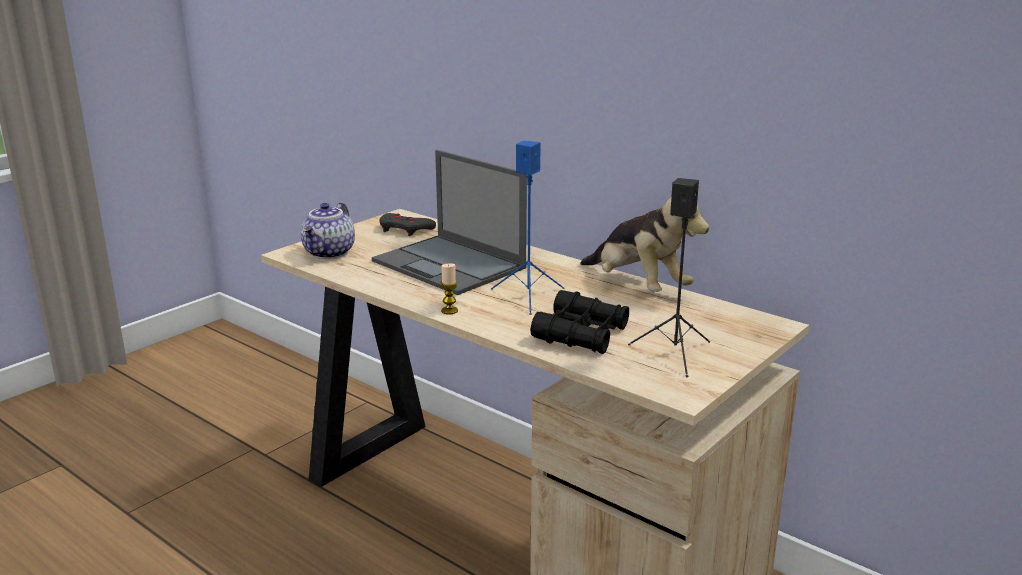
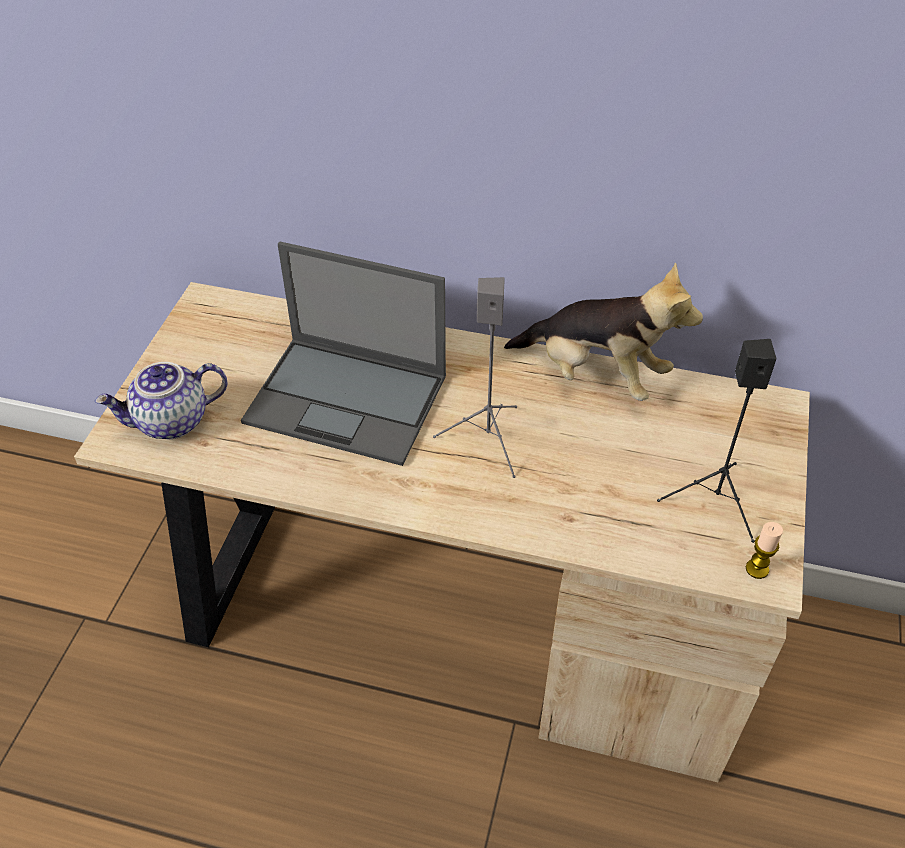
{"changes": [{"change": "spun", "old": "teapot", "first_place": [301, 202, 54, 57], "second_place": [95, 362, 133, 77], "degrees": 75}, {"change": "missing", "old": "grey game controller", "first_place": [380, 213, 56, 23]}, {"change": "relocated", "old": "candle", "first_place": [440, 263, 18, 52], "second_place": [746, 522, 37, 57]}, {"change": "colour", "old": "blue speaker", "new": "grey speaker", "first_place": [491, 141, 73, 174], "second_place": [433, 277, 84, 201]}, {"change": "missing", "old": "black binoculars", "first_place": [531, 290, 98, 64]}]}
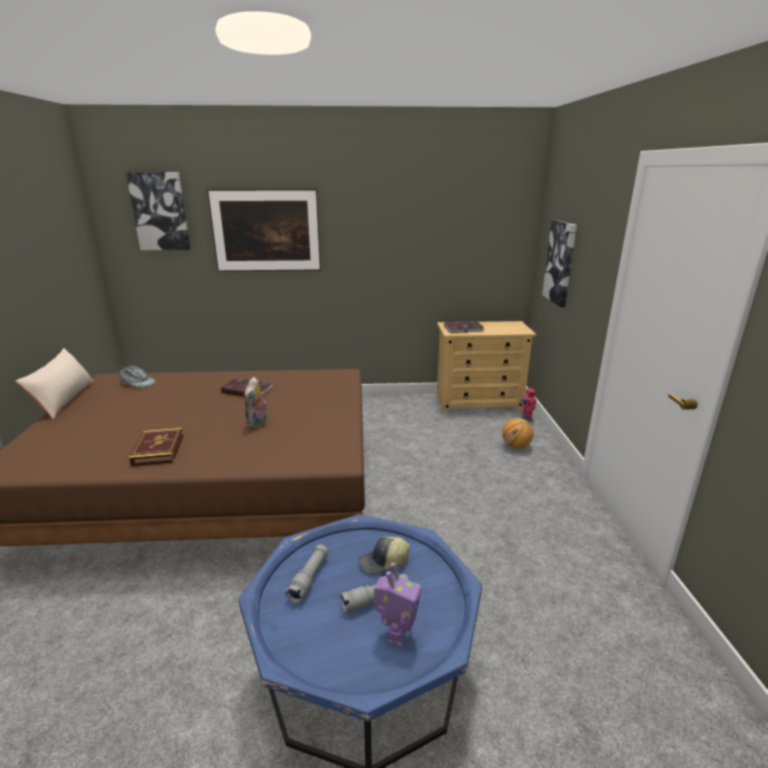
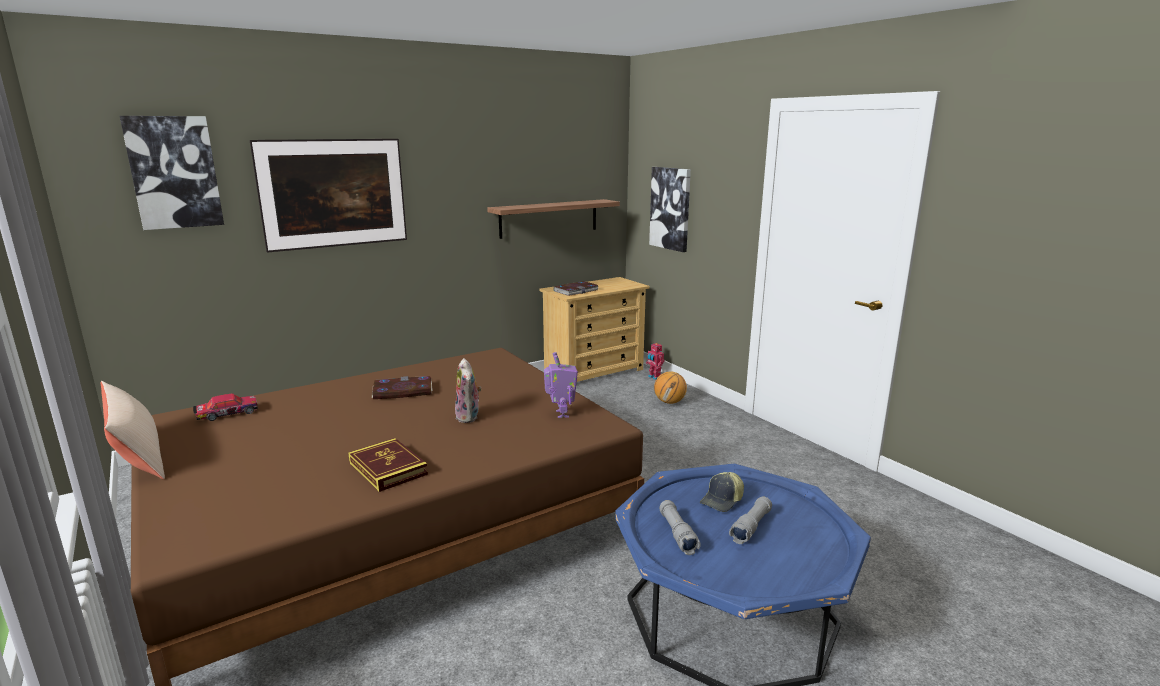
{"changes": [{"change": "exchanged", "old": "grey cap", "new": "toy car", "first_place": [119, 366, 37, 22], "second_place": [193, 394, 65, 27]}, {"change": "relocated", "old": "toy robot", "first_place": [374, 562, 48, 85], "second_place": [544, 352, 34, 66]}, {"change": "appeared", "new": "shelf", "second_place": [487, 199, 133, 40]}]}
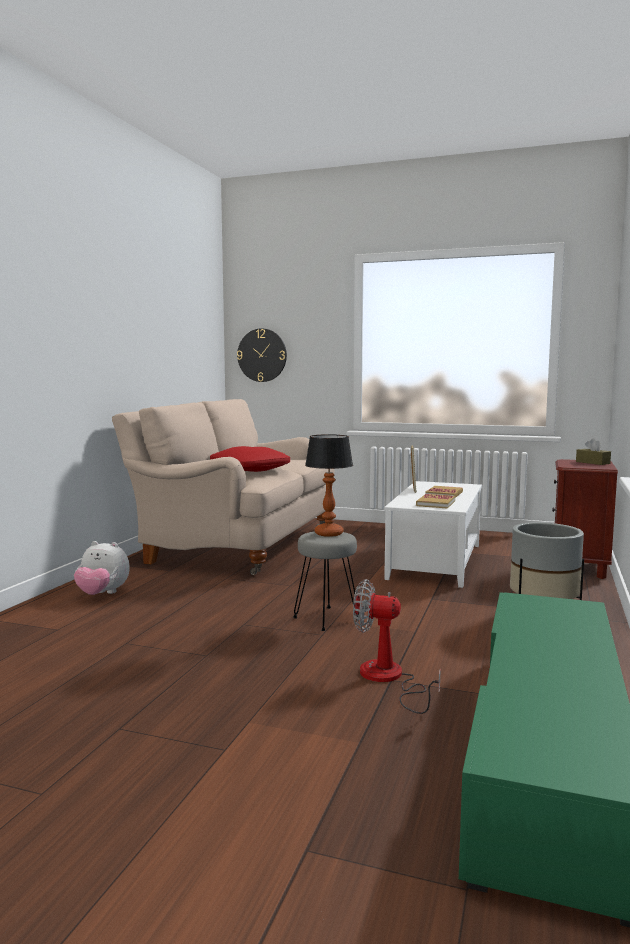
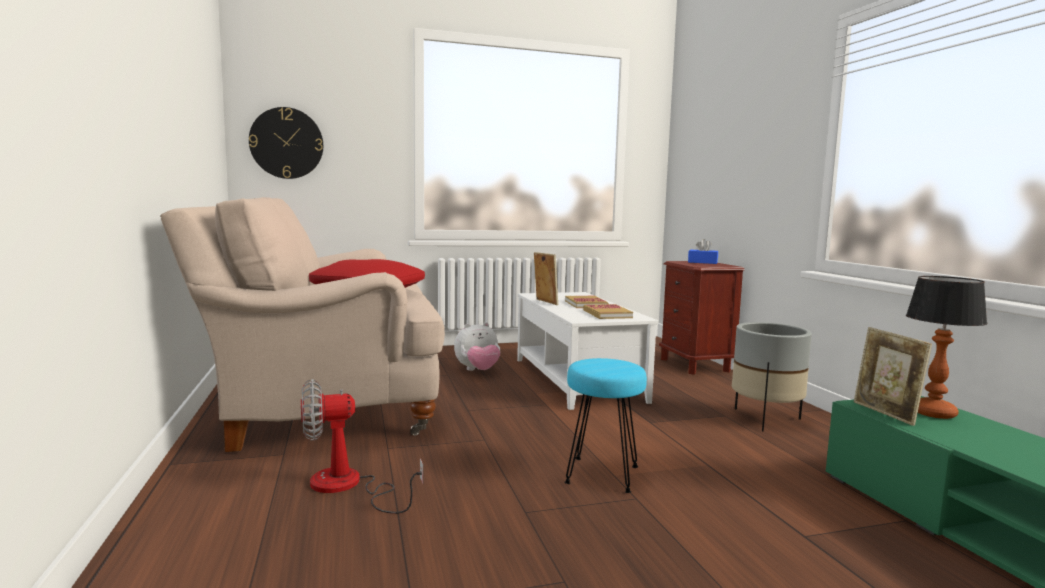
{"changes": [{"change": "relocated", "old": "plush toy", "first_place": [74, 541, 56, 54], "second_place": [454, 322, 46, 49]}, {"change": "colour", "old": "grey stool", "new": "turquoise stool", "first_place": [293, 531, 66, 100], "second_place": [564, 358, 83, 135]}, {"change": "relocated", "old": "table lamp", "first_place": [305, 434, 48, 103], "second_place": [906, 276, 81, 143]}, {"change": "relocated", "old": "fan", "first_place": [353, 579, 88, 135], "second_place": [301, 379, 122, 135]}, {"change": "colour", "old": "brown tissue box", "new": "blue tissue box", "first_place": [576, 438, 35, 27], "second_place": [688, 239, 30, 25]}, {"change": "appeared", "new": "picture frame", "second_place": [854, 327, 78, 99]}]}
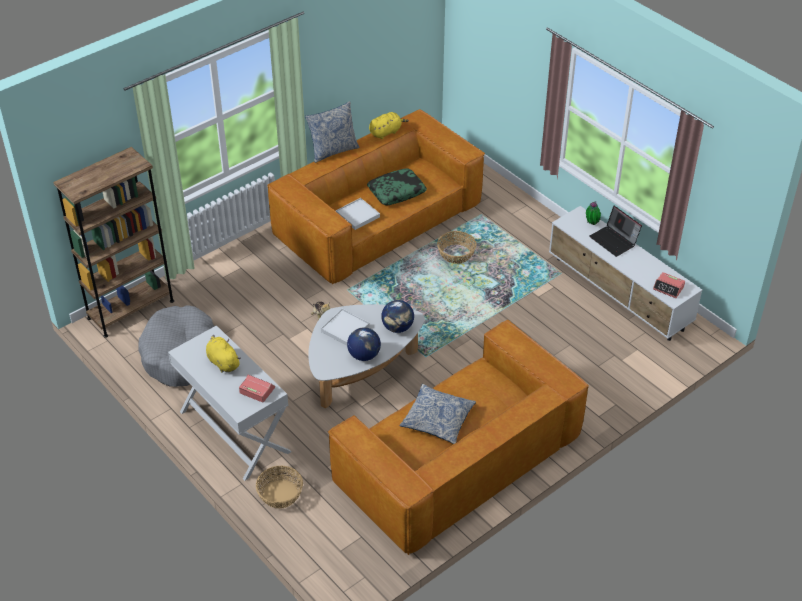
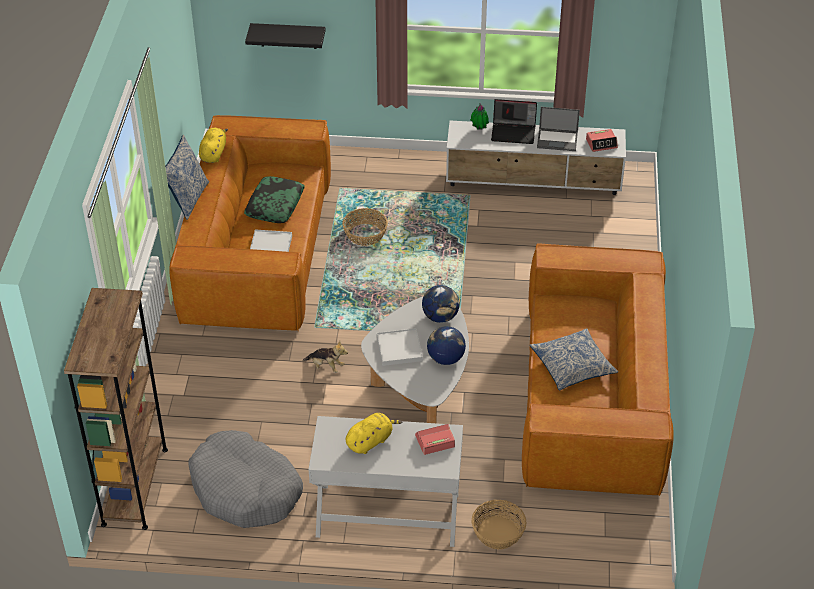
{"changes": [{"change": "spun", "old": "yellow plush toy", "first_place": [206, 335, 35, 38], "second_place": [346, 413, 56, 41], "degrees": 135}, {"change": "appeared", "new": "black shelf", "second_place": [245, 23, 81, 26]}, {"change": "appeared", "new": "laptop", "second_place": [537, 107, 43, 44]}]}
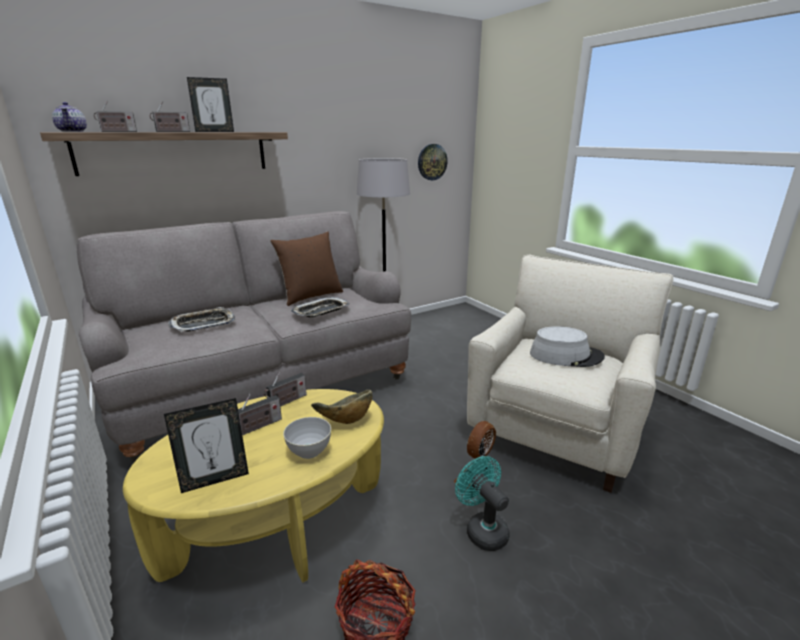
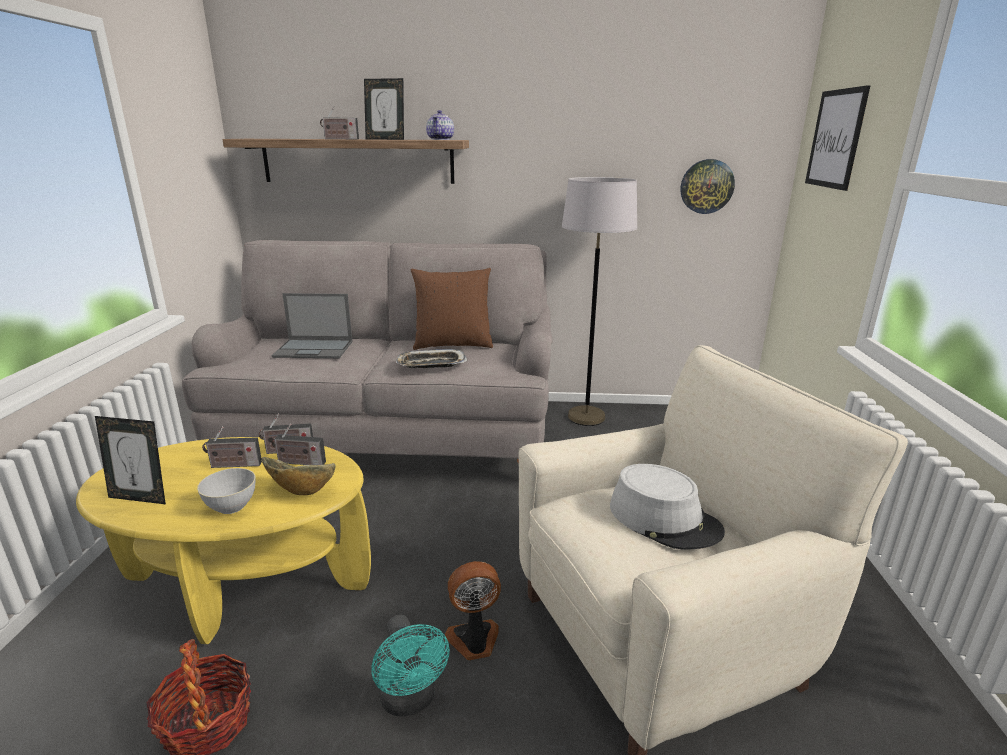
{"changes": [{"change": "relocated", "old": "teapot", "first_place": [52, 102, 35, 30], "second_place": [426, 110, 28, 30]}, {"change": "relocated", "old": "radio", "first_place": [94, 100, 43, 32], "second_place": [271, 424, 55, 41]}, {"change": "exchanged", "old": "tray", "new": "laptop", "first_place": [168, 307, 67, 25], "second_place": [271, 293, 82, 65]}, {"change": "spun", "old": "turquoise fan", "first_place": [455, 456, 55, 95], "second_place": [372, 615, 78, 102], "degrees": 150}, {"change": "appeared", "new": "picture", "second_place": [805, 85, 66, 106]}]}
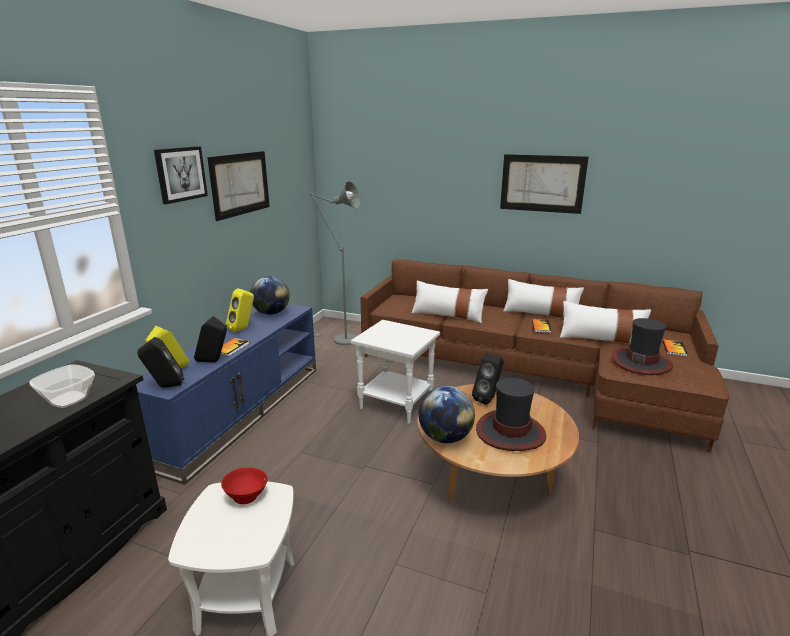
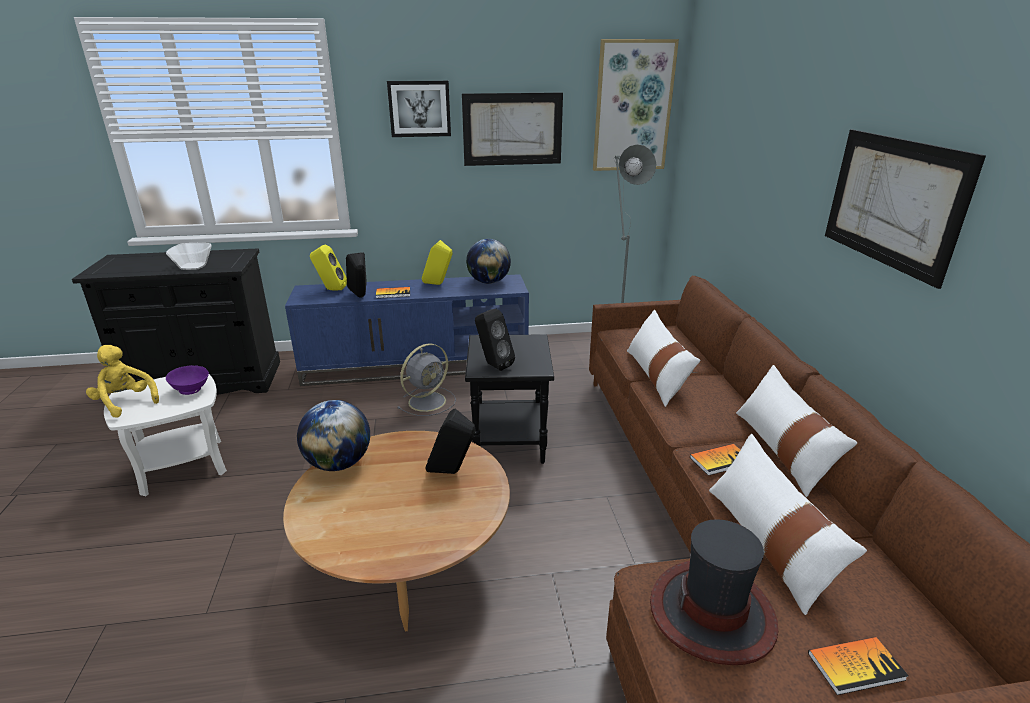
{"changes": [{"change": "relocated", "old": "black speaker", "first_place": [137, 337, 47, 51], "second_place": [475, 309, 40, 62]}, {"change": "colour", "old": "red bowl", "new": "purple bowl", "first_place": [221, 467, 47, 37], "second_place": [166, 365, 43, 30]}, {"change": "colour", "old": "white side table", "new": "black side table", "first_place": [351, 320, 89, 104], "second_place": [465, 334, 89, 130]}, {"change": "missing", "old": "hat", "first_place": [476, 378, 70, 73]}, {"change": "appeared", "new": "yellow plush toy", "second_place": [86, 345, 73, 73]}, {"change": "appeared", "new": "grey fan", "second_place": [397, 343, 59, 73]}, {"change": "appeared", "new": "picture", "second_place": [593, 39, 86, 132]}]}
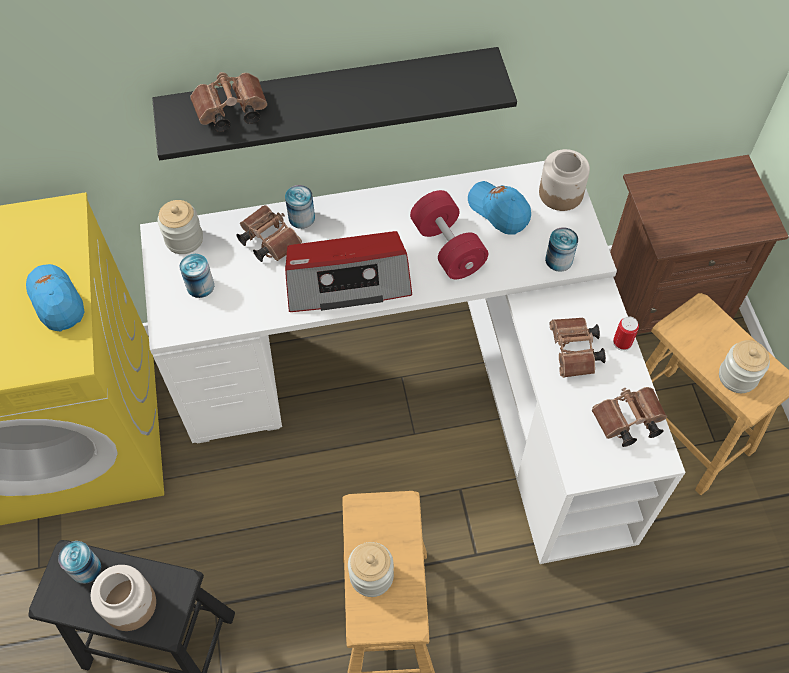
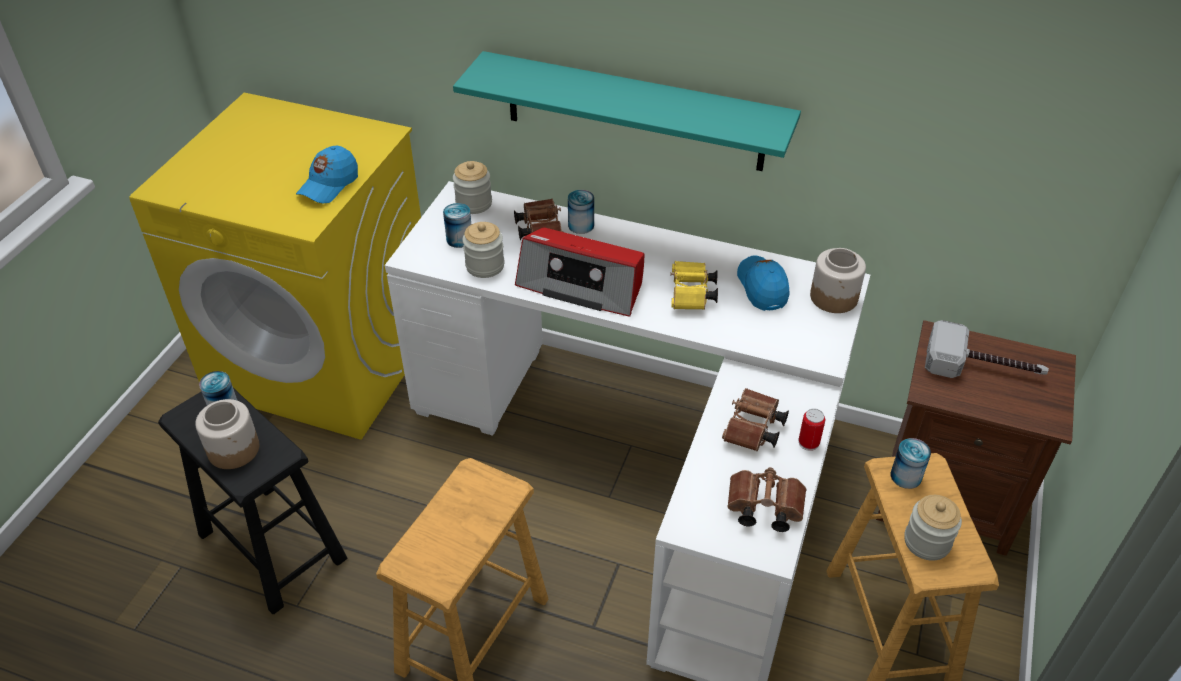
{"changes": [{"change": "spun", "old": "blue cap", "first_place": [26, 264, 59, 68], "second_place": [296, 146, 62, 57], "degrees": -150}, {"change": "colour", "old": "black shelf", "new": "turquoise shelf", "first_place": [152, 47, 365, 113], "second_place": [453, 51, 348, 120]}, {"change": "missing", "old": "brown binoculars", "first_place": [190, 72, 77, 60]}, {"change": "relocated", "old": "jar", "first_place": [348, 542, 46, 55], "second_place": [463, 222, 41, 56]}, {"change": "exchanged", "old": "red dumbbell", "new": "yellow binoculars", "first_place": [410, 190, 78, 89], "second_place": [670, 261, 48, 49]}, {"change": "relocated", "old": "can", "first_place": [545, 227, 33, 45], "second_place": [890, 438, 41, 51]}, {"change": "appeared", "new": "hammer", "second_place": [925, 320, 124, 58]}]}
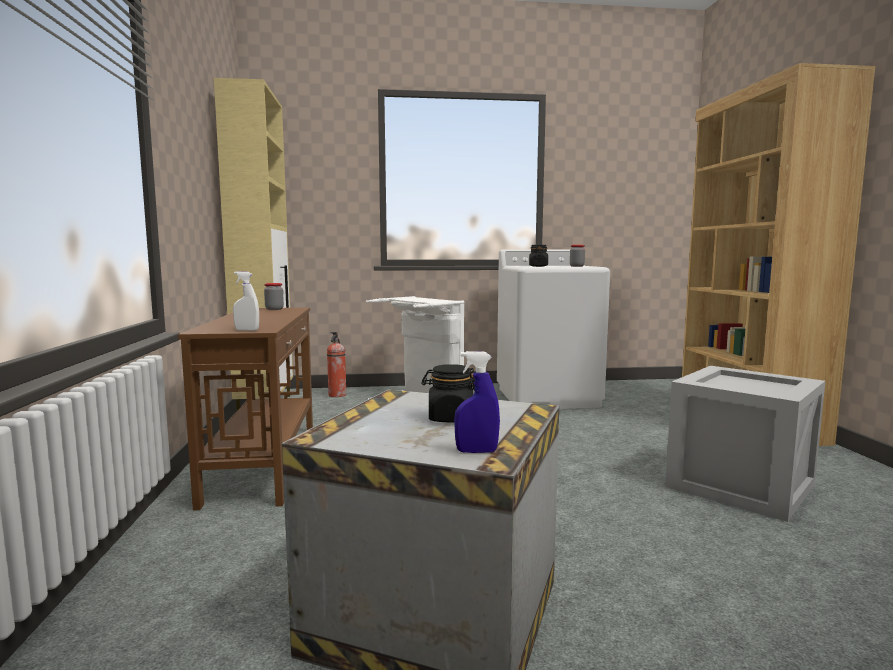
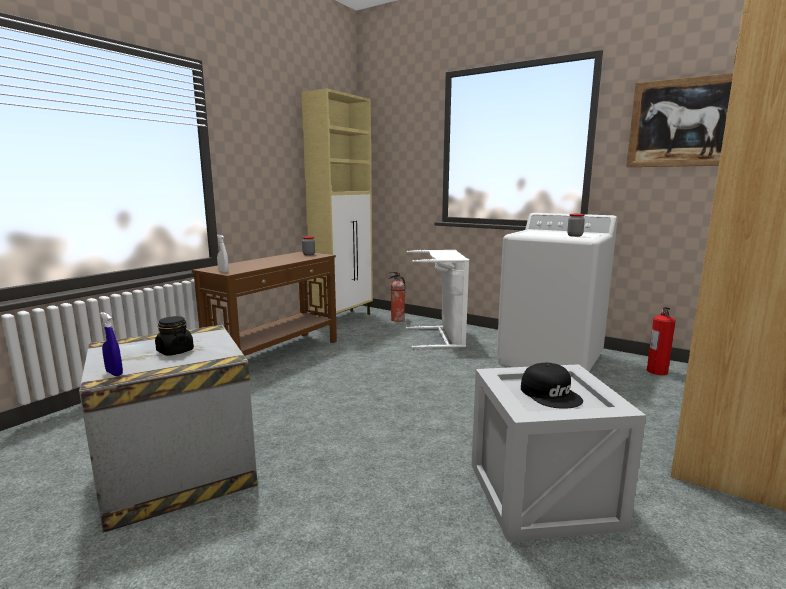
{"changes": [{"change": "missing", "old": "black jar", "first_place": [529, 245, 19, 22]}, {"change": "appeared", "new": "black cap", "second_place": [521, 363, 62, 46]}, {"change": "appeared", "new": "picture", "second_place": [626, 73, 107, 94]}, {"change": "appeared", "new": "fire extinguisher", "second_place": [647, 307, 29, 68]}]}
